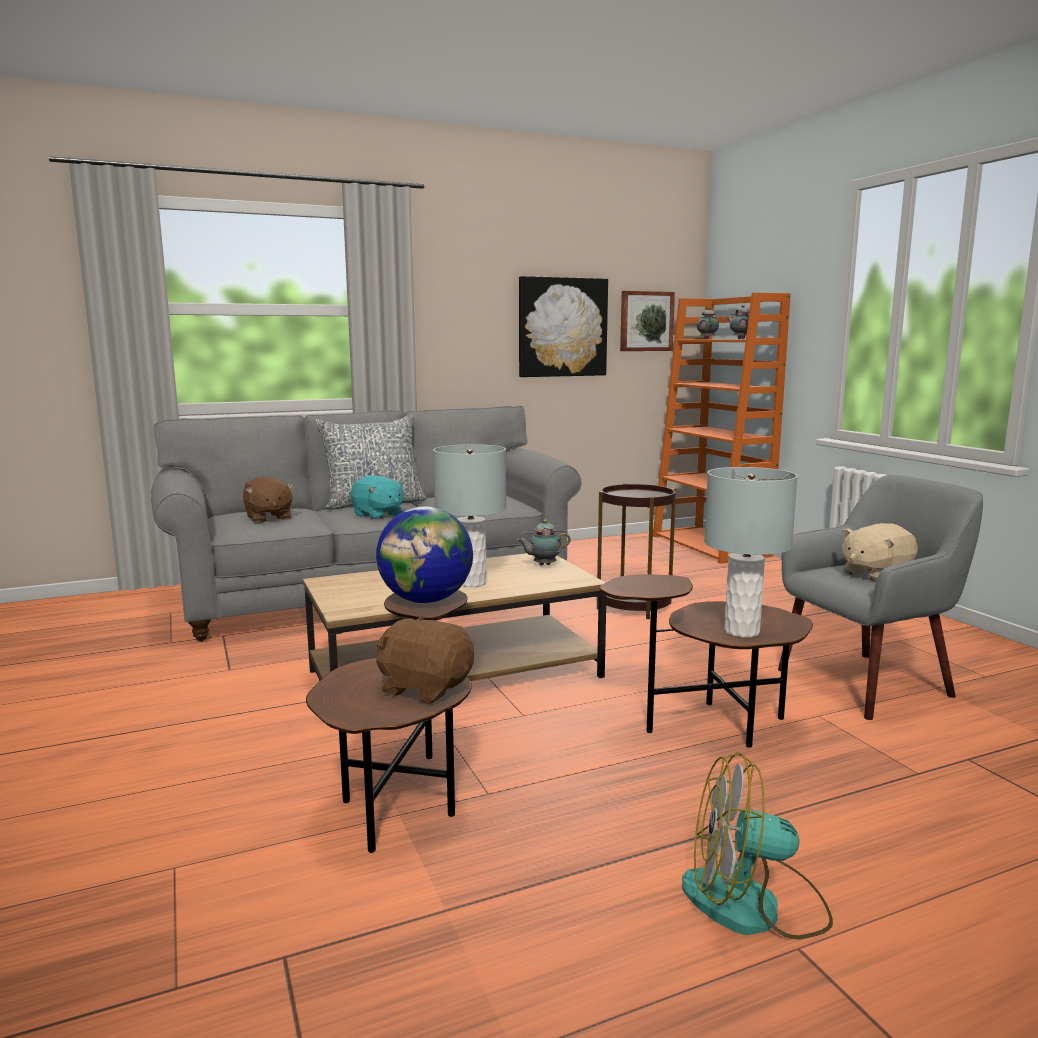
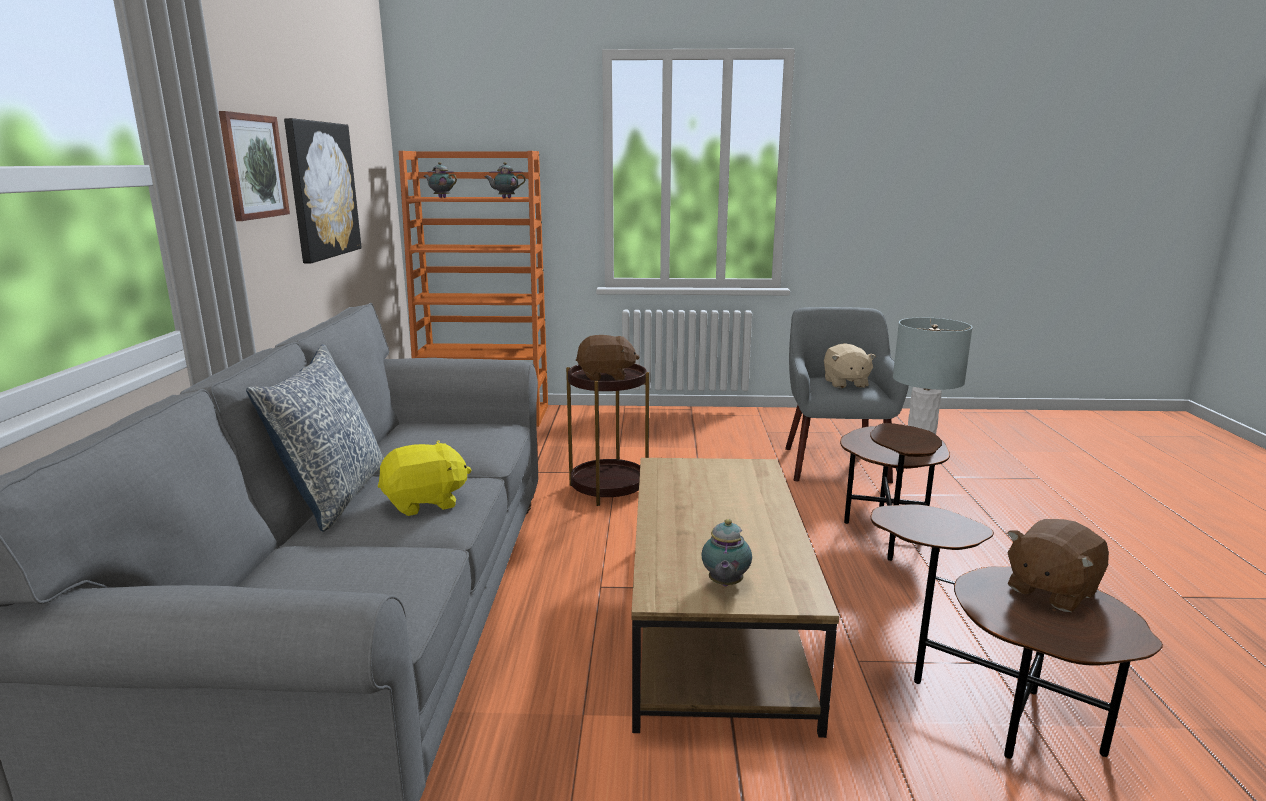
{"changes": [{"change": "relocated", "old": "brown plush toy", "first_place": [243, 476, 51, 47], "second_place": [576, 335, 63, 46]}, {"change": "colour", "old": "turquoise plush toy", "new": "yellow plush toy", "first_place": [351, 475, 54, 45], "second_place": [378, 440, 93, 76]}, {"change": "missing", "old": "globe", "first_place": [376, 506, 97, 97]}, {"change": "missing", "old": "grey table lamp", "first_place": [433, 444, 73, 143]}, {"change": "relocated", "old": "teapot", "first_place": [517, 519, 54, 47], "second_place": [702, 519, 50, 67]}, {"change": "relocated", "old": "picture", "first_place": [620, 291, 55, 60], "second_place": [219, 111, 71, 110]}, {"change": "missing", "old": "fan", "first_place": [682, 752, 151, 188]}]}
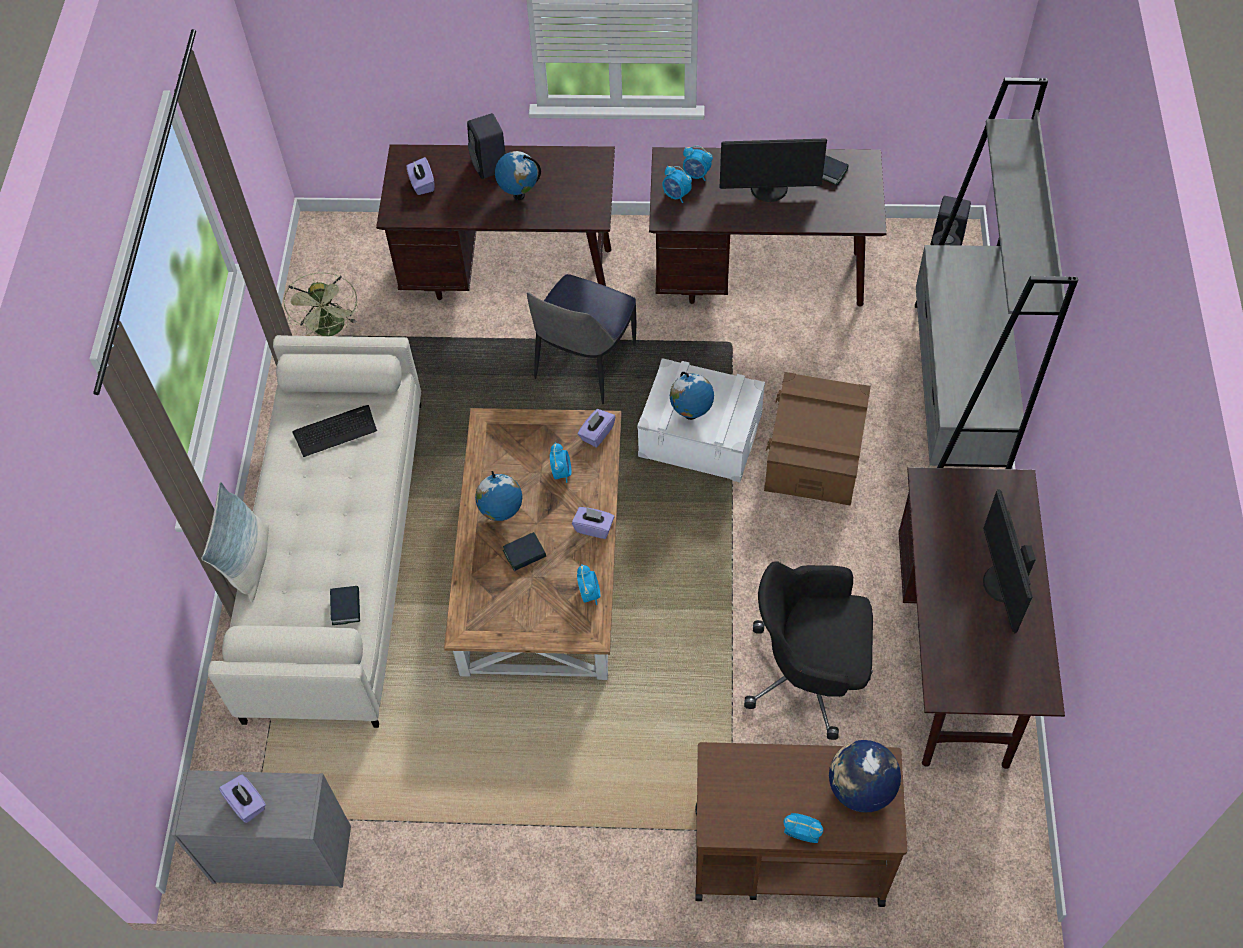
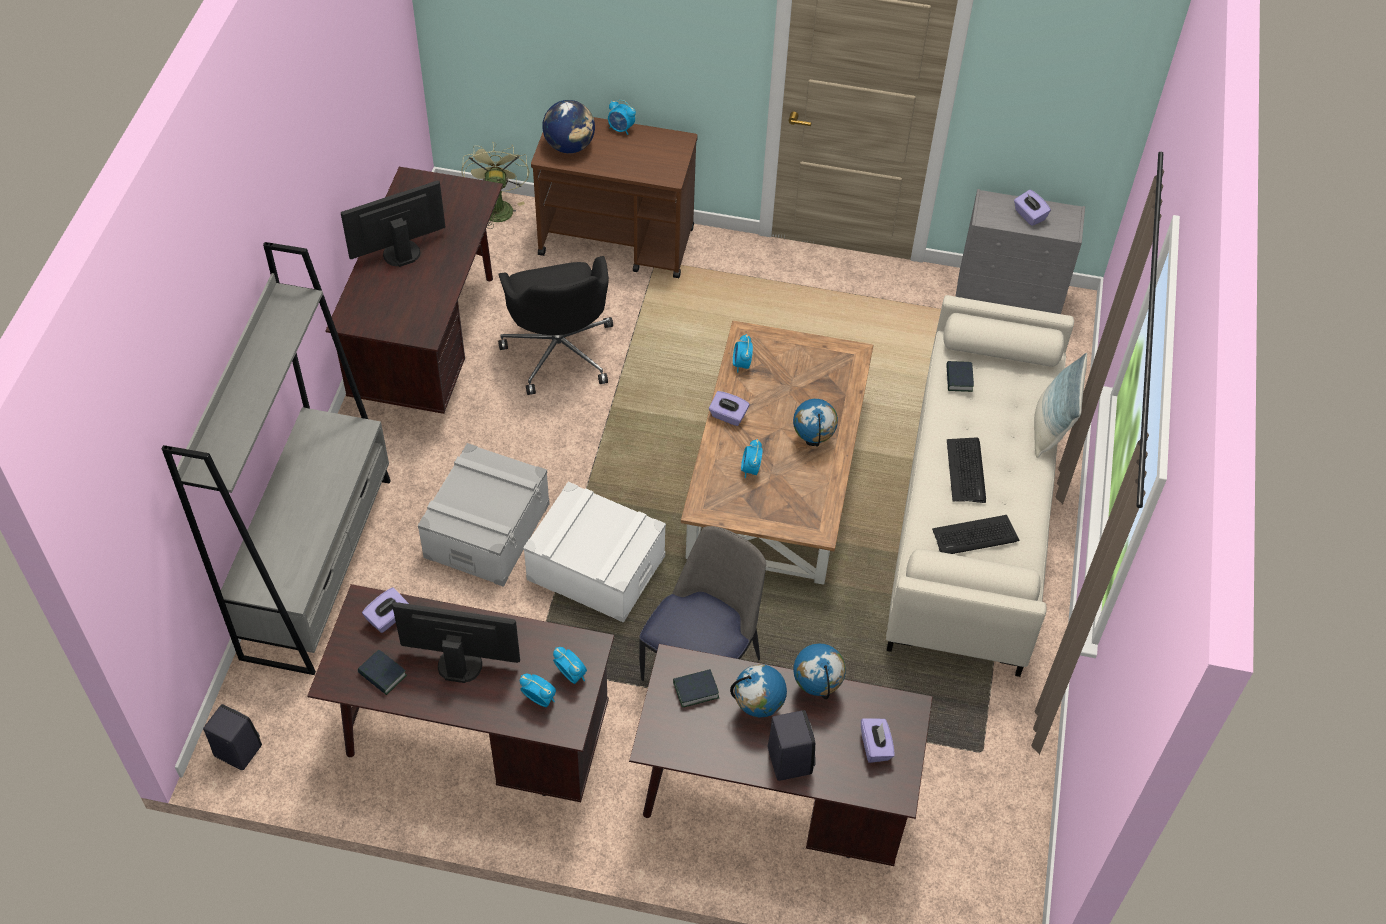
{"changes": [{"change": "relocated", "old": "green fan", "first_place": [283, 272, 75, 64], "second_place": [461, 142, 68, 87]}, {"change": "relocated", "old": "book", "first_place": [503, 532, 43, 39], "second_place": [673, 669, 46, 39]}, {"change": "relocated", "old": "purple tissue box", "first_place": [578, 409, 38, 38], "second_place": [362, 587, 47, 46]}, {"change": "relocated", "old": "globe", "first_place": [670, 372, 44, 48], "second_place": [793, 644, 53, 55]}, {"change": "spun", "old": "black office chair", "first_place": [744, 561, 129, 179], "second_place": [498, 256, 115, 139], "degrees": 60}, {"change": "colour", "old": "brown storage box", "new": "grey storage box", "first_place": [764, 372, 107, 134], "second_place": [418, 443, 132, 144]}, {"change": "spun", "old": "monitor", "first_place": [983, 489, 53, 145], "second_place": [341, 180, 104, 87], "degrees": -120}, {"change": "appeared", "new": "keyboard", "second_place": [947, 438, 39, 65]}]}
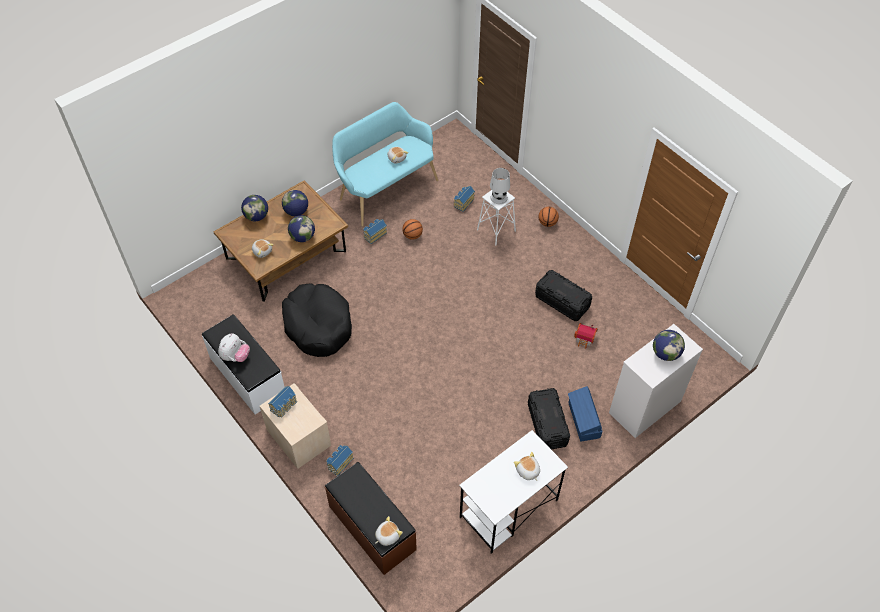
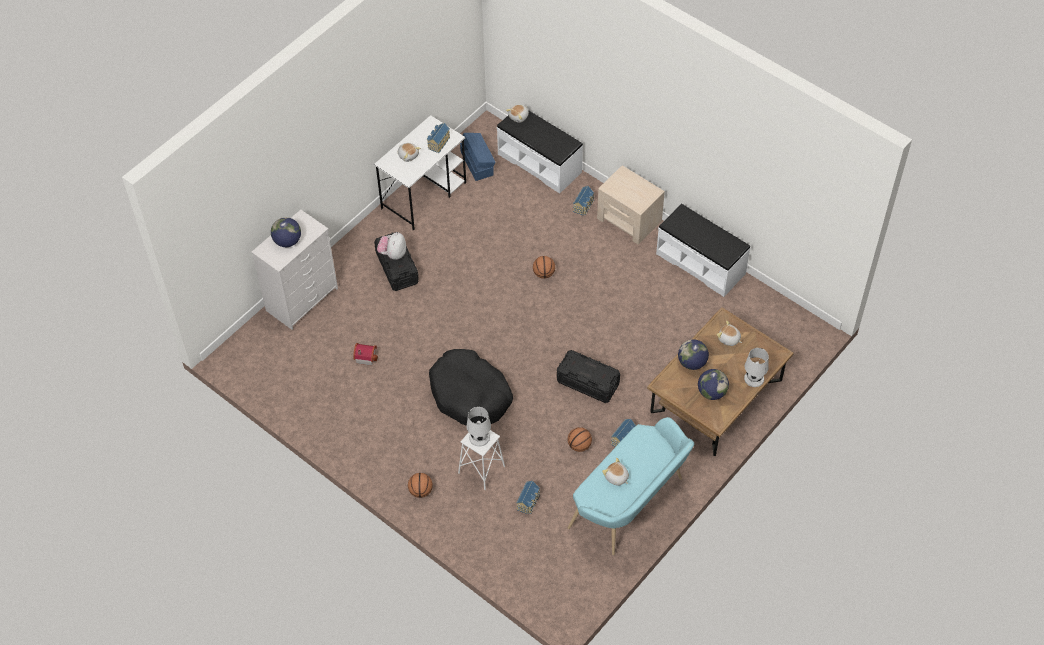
{"changes": [{"change": "relocated", "old": "plush toy", "first_place": [218, 333, 32, 29], "second_place": [377, 232, 29, 28]}, {"change": "exchanged", "old": "globe", "new": "white table lamp", "first_place": [241, 195, 27, 26], "second_place": [744, 348, 25, 39]}, {"change": "relocated", "old": "toy house", "first_place": [268, 386, 29, 32], "second_place": [427, 123, 23, 30]}, {"change": "relocated", "old": "black dog bed", "first_place": [282, 283, 70, 74], "second_place": [429, 349, 84, 77]}, {"change": "colour", "old": "brown bench", "new": "white bench", "first_place": [325, 462, 92, 113], "second_place": [497, 110, 86, 84]}, {"change": "relocated", "old": "black storage box", "first_place": [535, 270, 57, 51], "second_place": [557, 350, 63, 53]}, {"change": "relocated", "old": "blue storage box", "first_place": [568, 386, 34, 56], "second_place": [460, 133, 36, 48]}, {"change": "appeared", "new": "basketball", "second_place": [533, 256, 22, 23]}]}
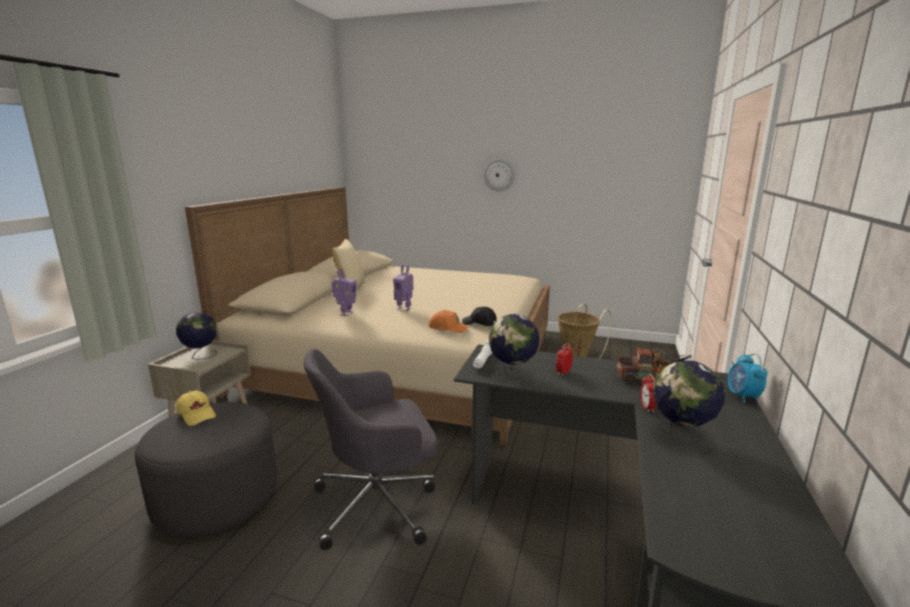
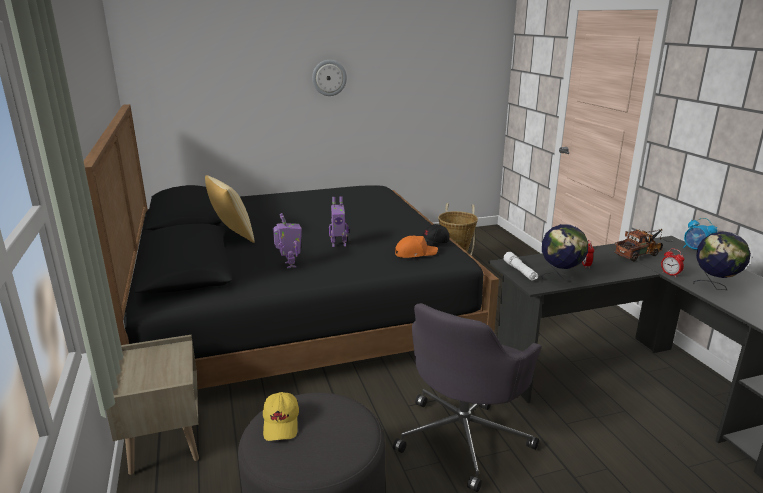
{"changes": [{"change": "missing", "old": "globe", "first_place": [176, 312, 41, 48]}, {"change": "spun", "old": "yellow cap", "first_place": [176, 391, 40, 35], "second_place": [263, 392, 36, 49], "degrees": 75}, {"change": "colour", "old": "beige bed", "new": "black bed", "first_place": [185, 187, 365, 258], "second_place": [84, 104, 415, 285]}]}
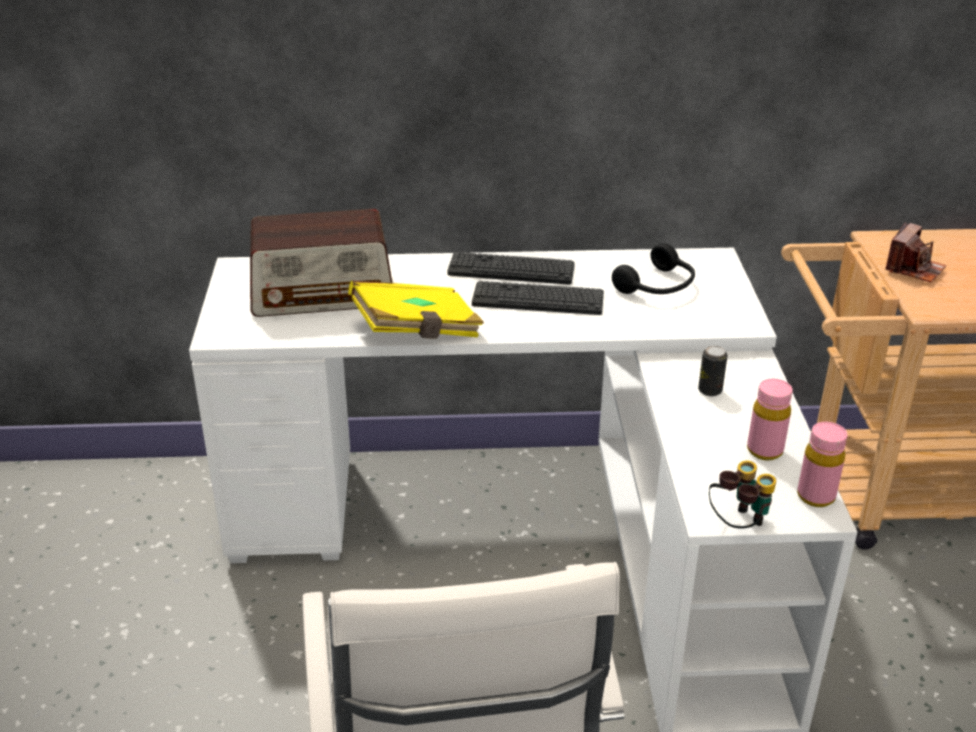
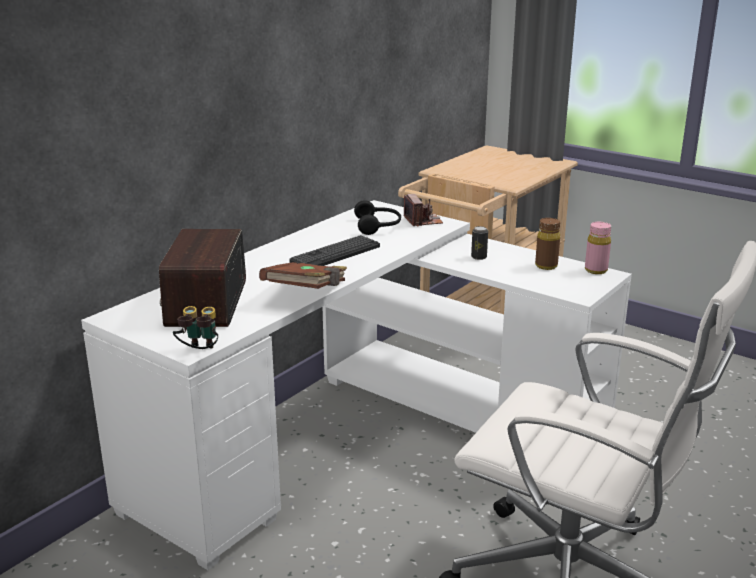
{"changes": [{"change": "spun", "old": "radio", "first_place": [250, 209, 142, 108], "second_place": [159, 229, 87, 98], "degrees": 150}, {"change": "colour", "old": "yellow book", "new": "brown book", "first_place": [348, 281, 136, 58], "second_place": [259, 262, 88, 27]}, {"change": "missing", "old": "keyboard", "first_place": [447, 252, 128, 33]}, {"change": "relocated", "old": "binoculars", "first_place": [709, 461, 67, 67], "second_place": [173, 306, 45, 43]}, {"change": "colour", "old": "pink bottle", "new": "brown bottle", "first_place": [747, 379, 46, 81], "second_place": [535, 218, 25, 52]}, {"change": "relocated", "old": "photo camera", "first_place": [885, 222, 61, 61], "second_place": [404, 194, 39, 32]}]}
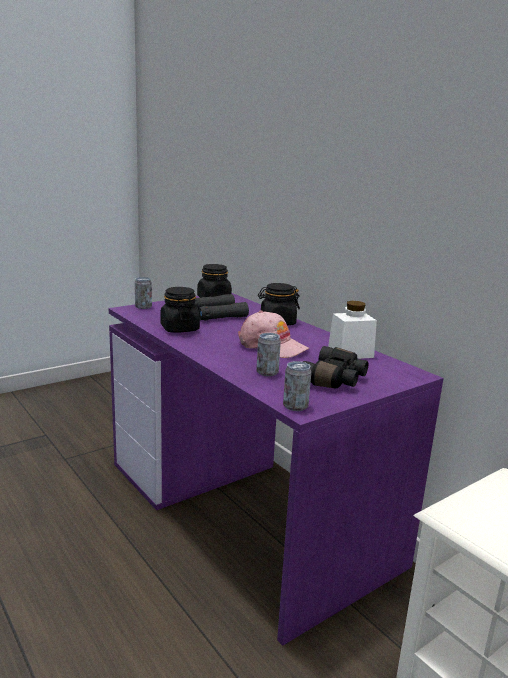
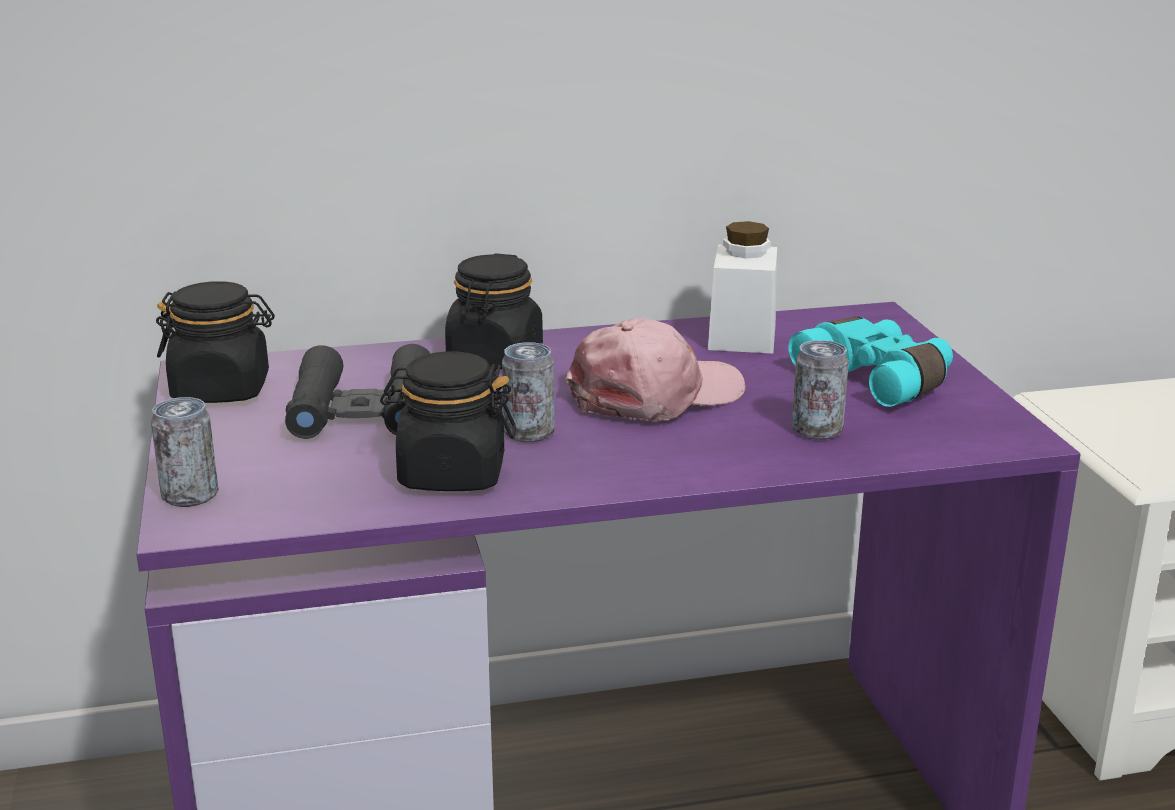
{"changes": [{"change": "relocated", "old": "can", "first_place": [283, 361, 28, 50], "second_place": [502, 342, 52, 100]}, {"change": "colour", "old": "black binoculars", "new": "turquoise binoculars", "first_place": [303, 346, 65, 43], "second_place": [789, 317, 164, 90]}]}
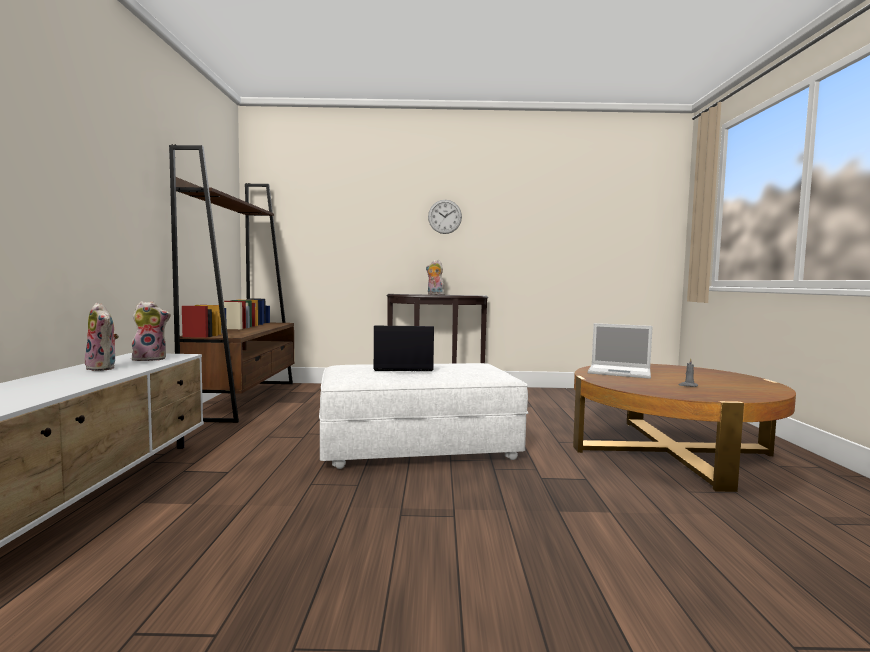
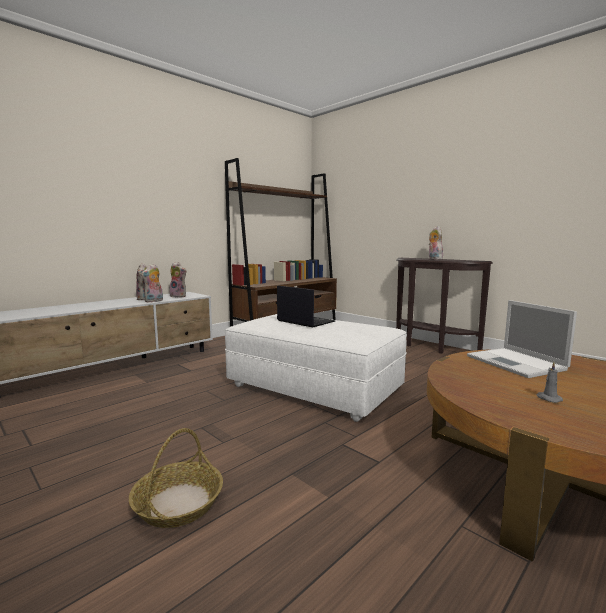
{"changes": [{"change": "missing", "old": "wall clock", "first_place": [428, 200, 34, 34]}, {"change": "appeared", "new": "basket", "second_place": [129, 428, 94, 100]}, {"change": "appeared", "new": "plush toy", "second_place": [141, 264, 22, 38]}]}
